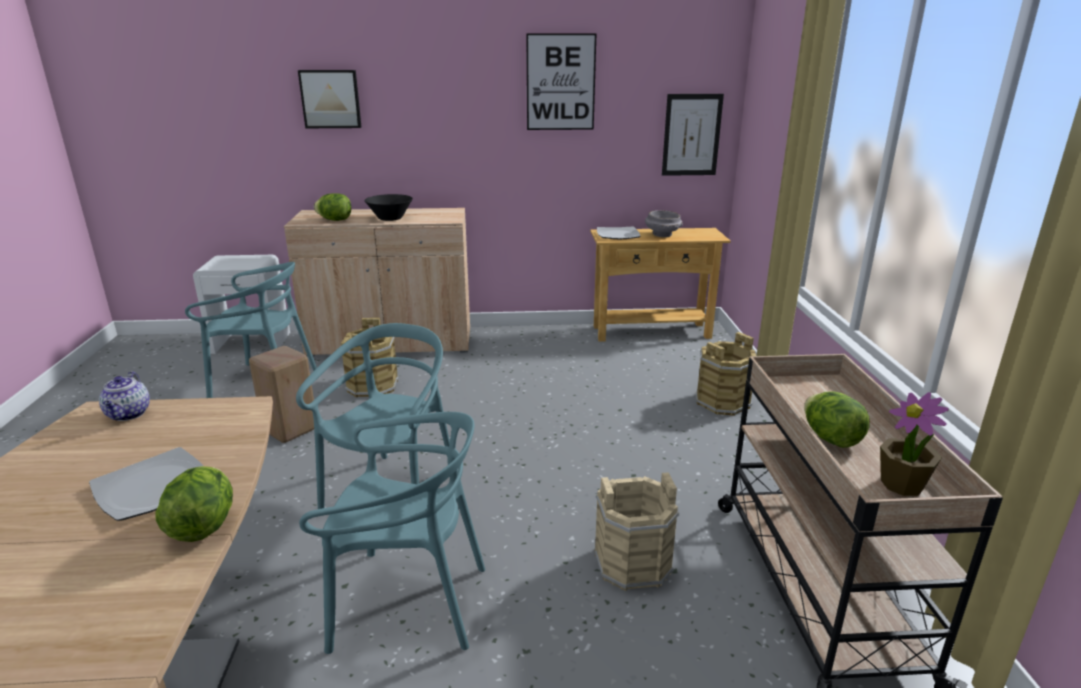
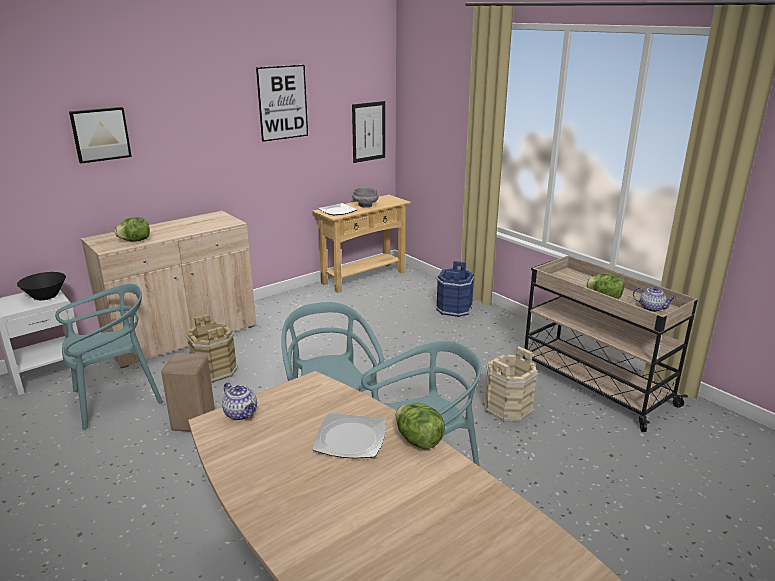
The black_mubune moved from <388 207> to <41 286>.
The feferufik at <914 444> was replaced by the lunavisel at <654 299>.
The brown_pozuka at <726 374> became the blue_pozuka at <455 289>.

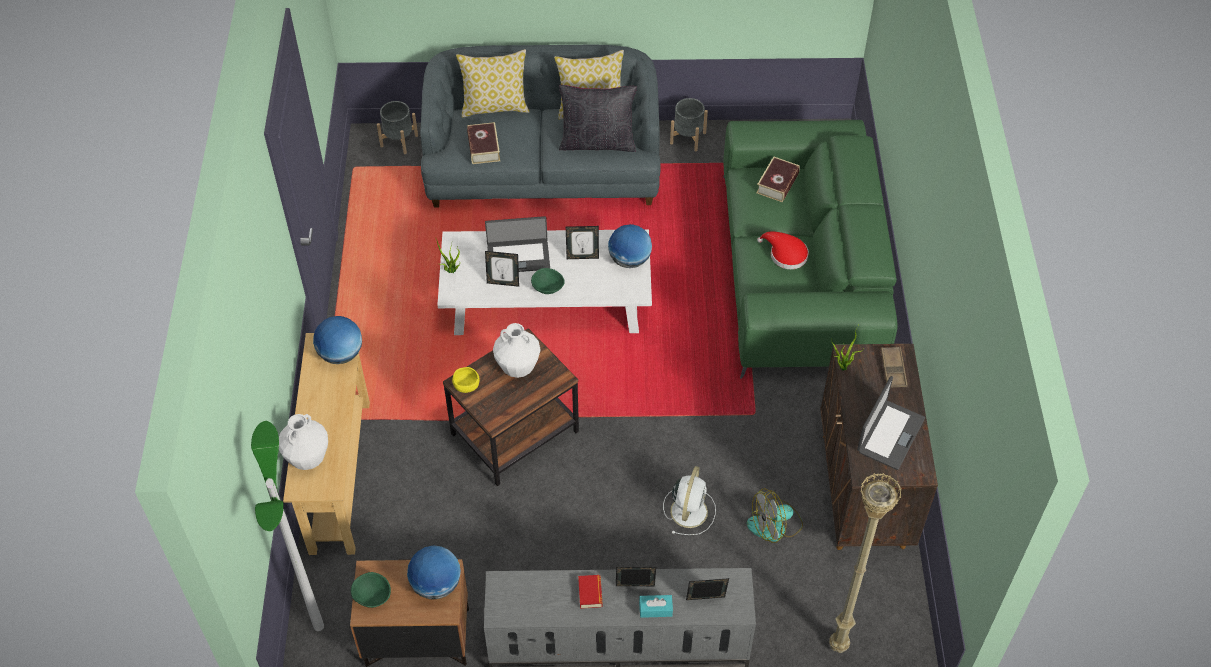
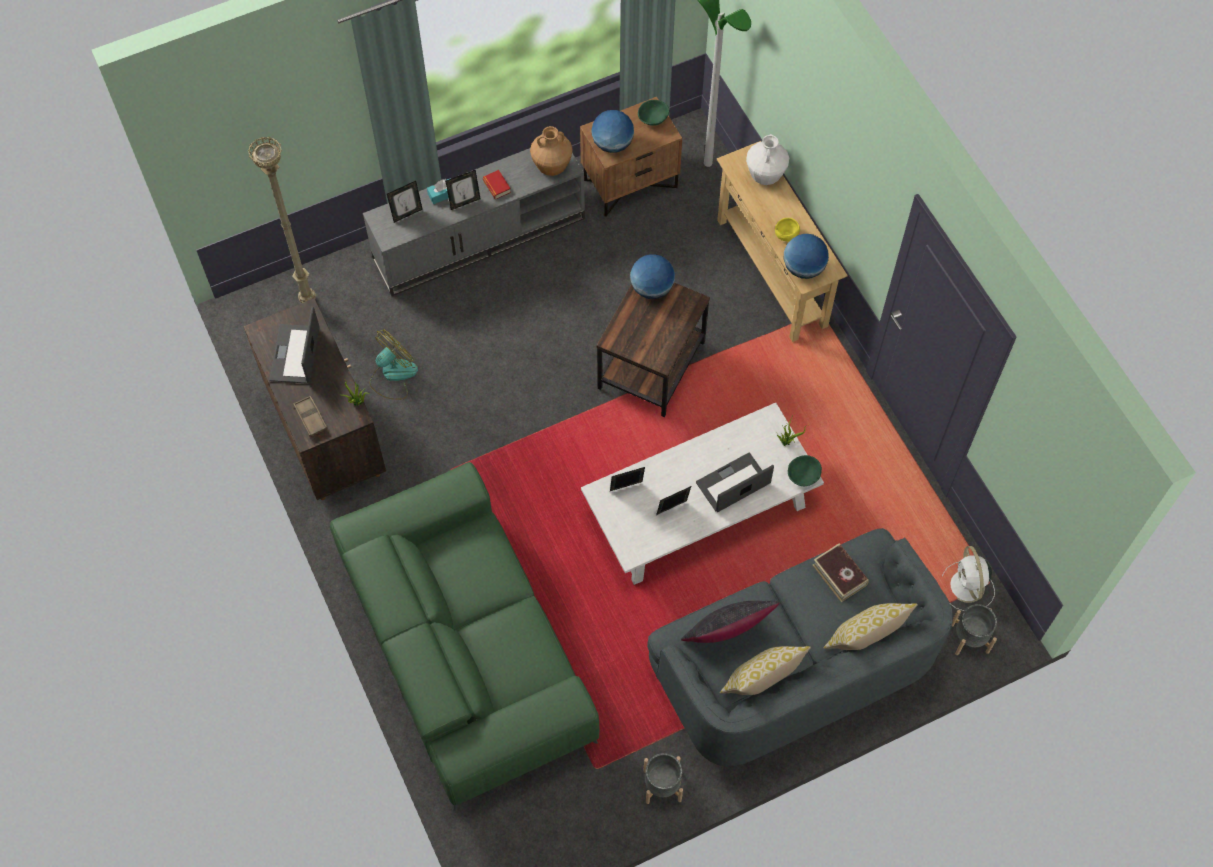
The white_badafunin at <516 350> disappeared.
The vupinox at <778 179> disappeared.
The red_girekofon at <783 250> disappeared.
The brown_badafunin at <551 151> appeared.
The yellow_mubune moved from <466 380> to <787 230>.
The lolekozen moved from <502 269> to <627 479>.
The green_mubune moved from <548 281> to <805 470>.
The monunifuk moved from <630 246> to <652 277>.
The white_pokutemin moved from <689 500> to <968 578>.

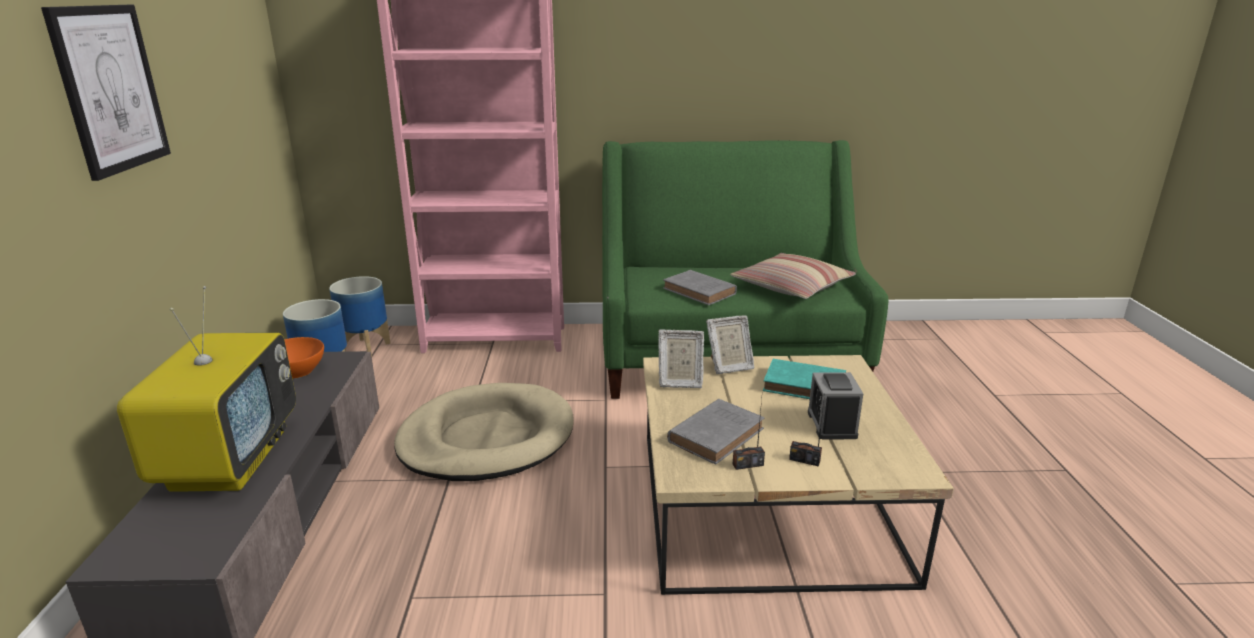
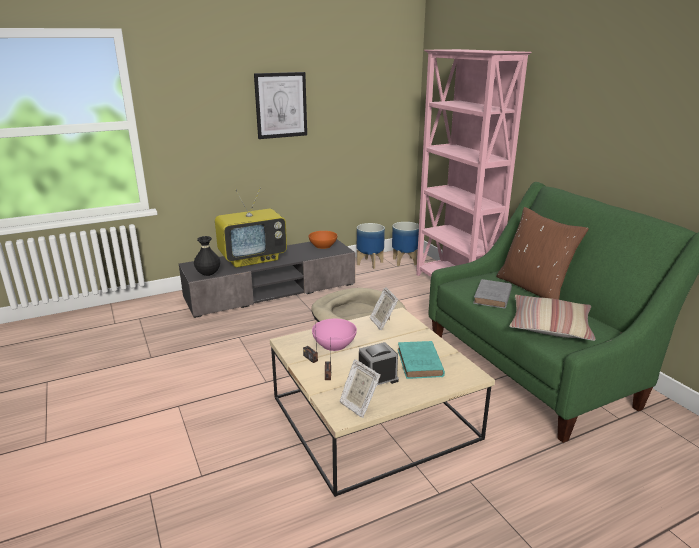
The black_badafunin at <207 256> appeared.
The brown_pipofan at <542 253> appeared.
The lolekozen moved from <730 344> to <360 388>.
The grey_vupinox at <715 431> was replaced by the pink_mubune at <334 335>.

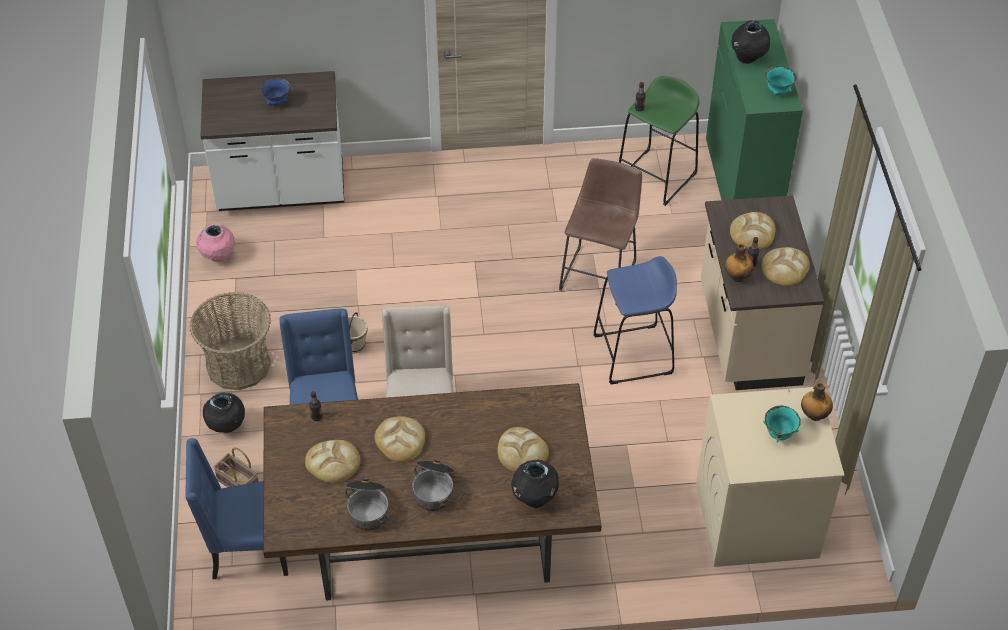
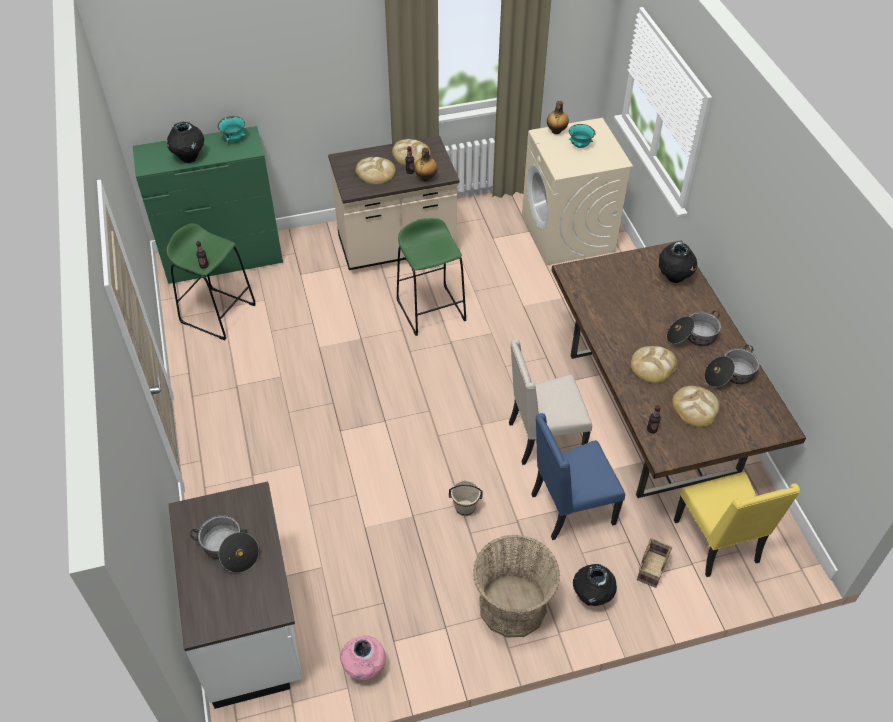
The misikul at <523 449> disappeared.
The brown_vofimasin at <600 231> disappeared.
The blue_mubune at <275 92> was replaced by the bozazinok at <224 544>.
The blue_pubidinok at <236 508> became the yellow_pubidinok at <737 524>.
The blue_vofimasin at <635 320> became the green_vofimasin at <431 277>.

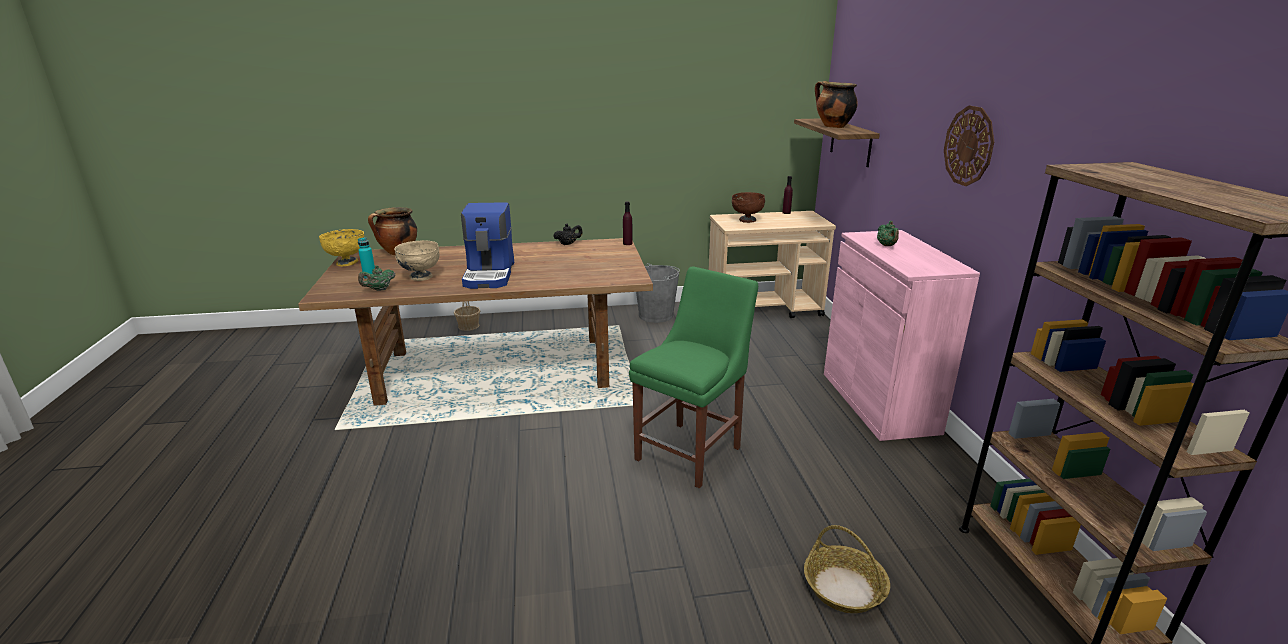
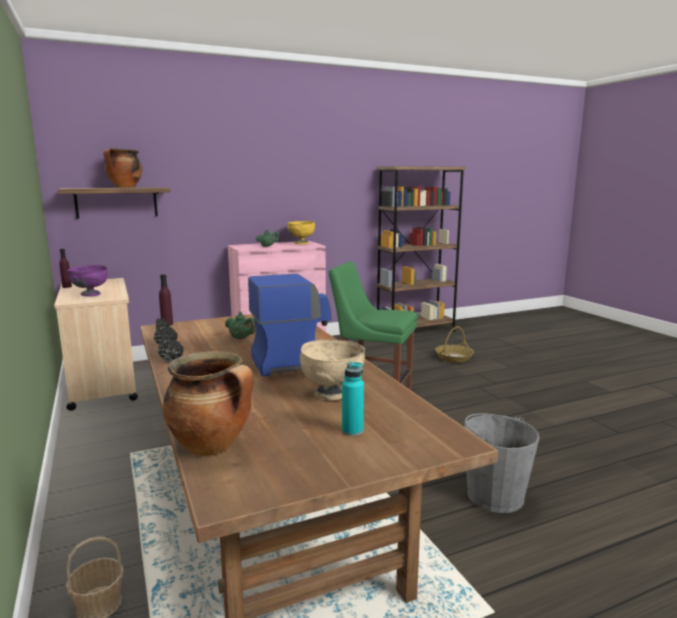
The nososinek at <969 145> disappeared.
The black_lunavisel at <170 346> appeared.
The yellow_mubune moved from <341 247> to <301 233>.
The green_lunavisel moved from <377 278> to <240 325>.
The grey_pozuka moved from <658 293> to <501 463>.
The brown_mubune at <748 207> became the purple_mubune at <88 281>.

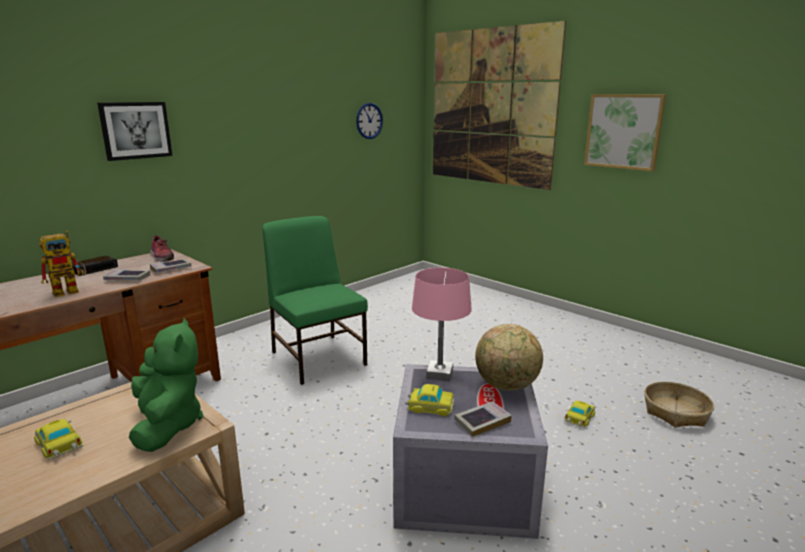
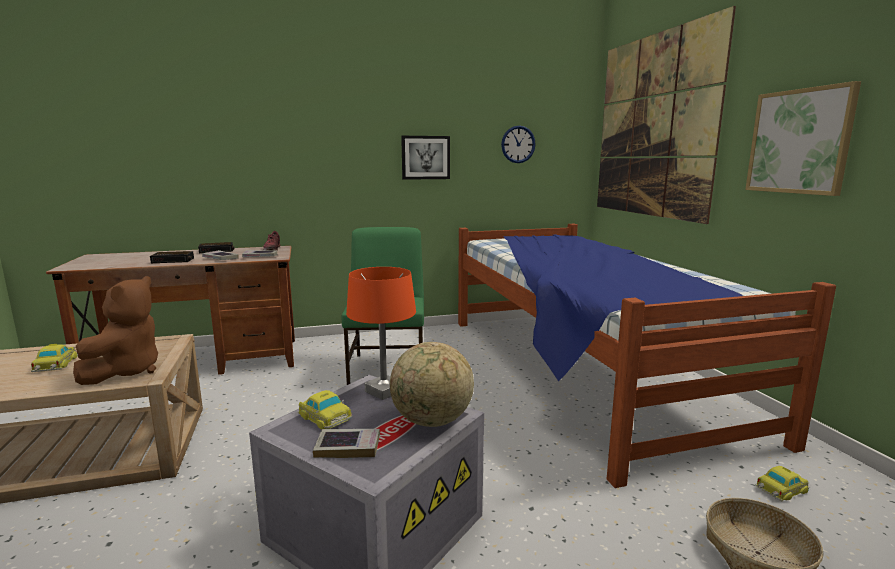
The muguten at <647 356> appeared.
The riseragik moved from <135 131> to <425 158>.
The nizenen moved from <579 414> to <782 483>.
The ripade at <62 264> was replaced by the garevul at <172 257>.
The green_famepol at <166 385> became the brown_famepol at <115 330>.
The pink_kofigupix at <442 324> became the orange_kofigupix at <381 333>.

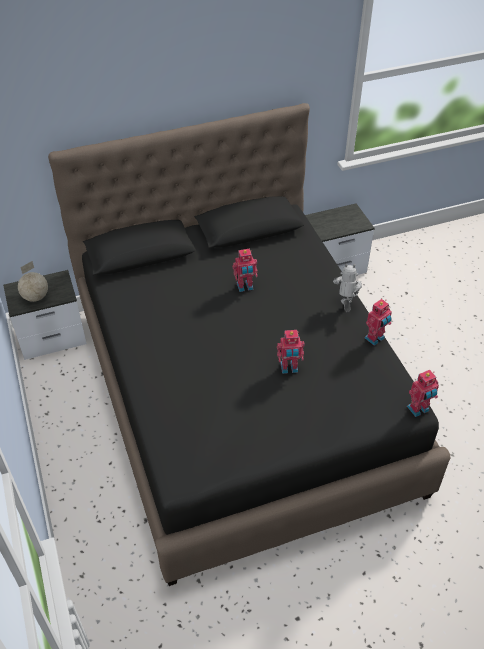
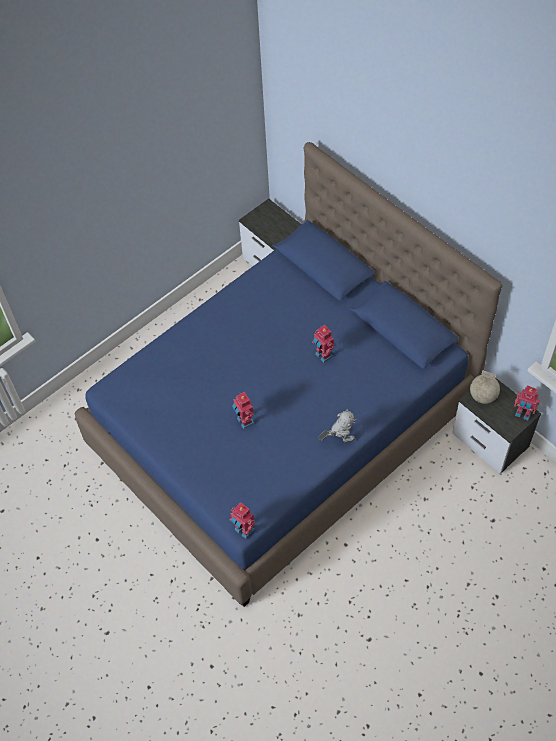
The monunifuk moved from <33 281> to <485 387>.
The ripade moved from <378 322> to <527 402>.
The black_muguten at <249 344> became the blue_muguten at <288 374>.

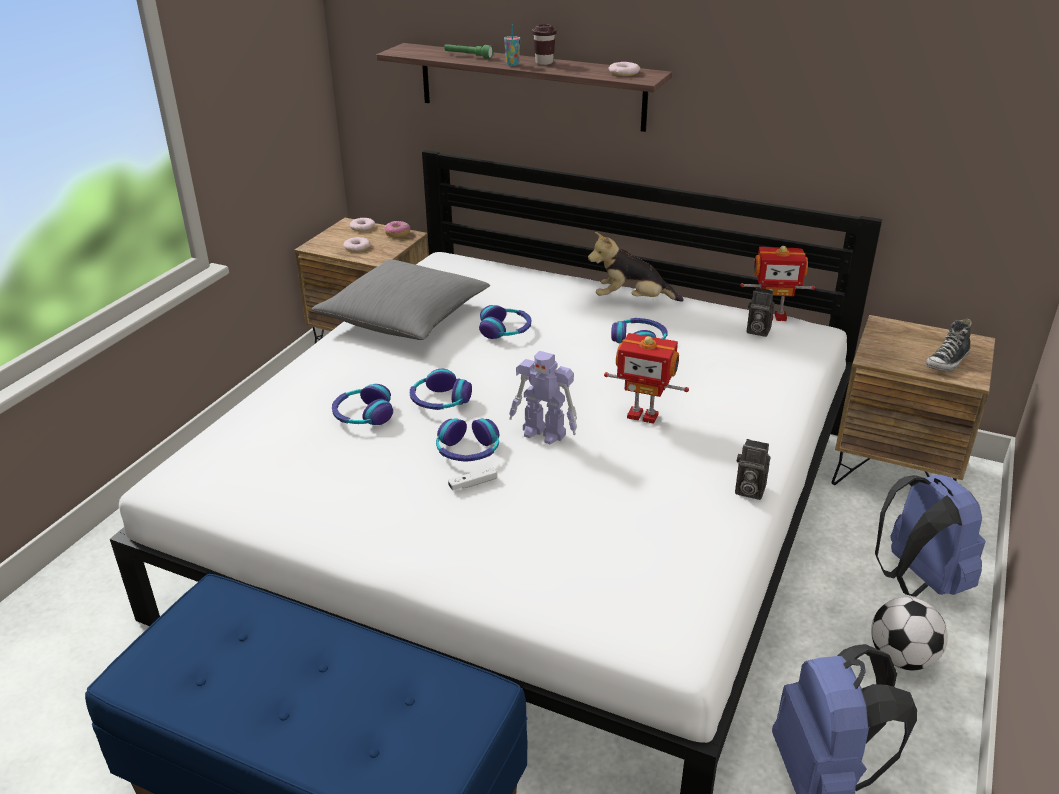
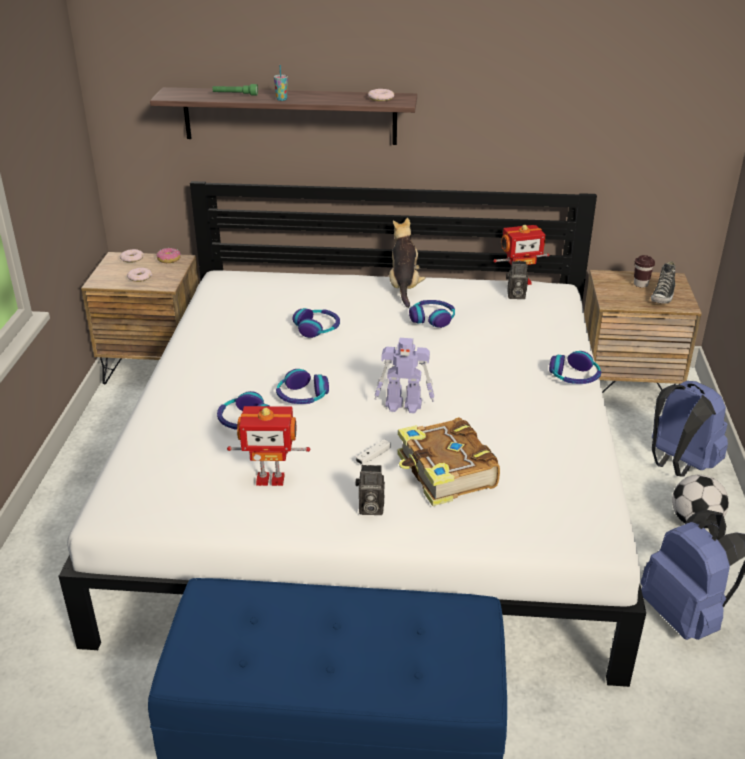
The grey_pipofan at <401 300> disappeared.
The vupinox at <448 461> appeared.
The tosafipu moved from <467 440> to <575 367>.
The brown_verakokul moved from <544 44> to <644 271>.
The ripade moved from <646 378> to <268 446>.
The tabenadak moved from <752 469> to <370 490>.
The famepol at <636 267> turned 105 degrees clockwise.

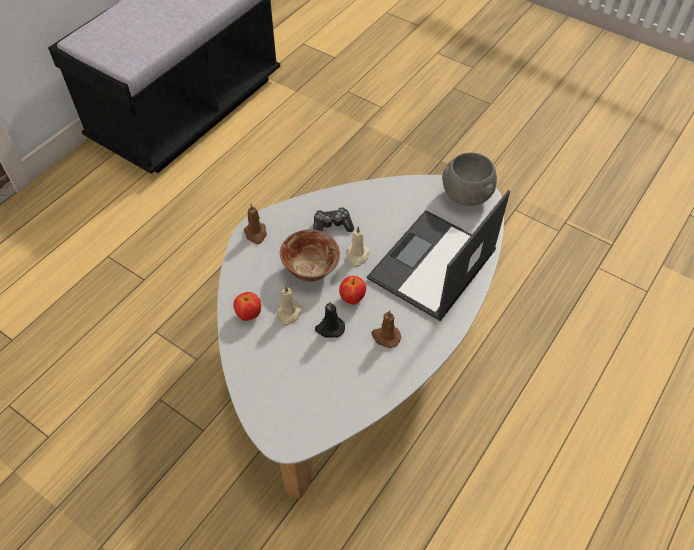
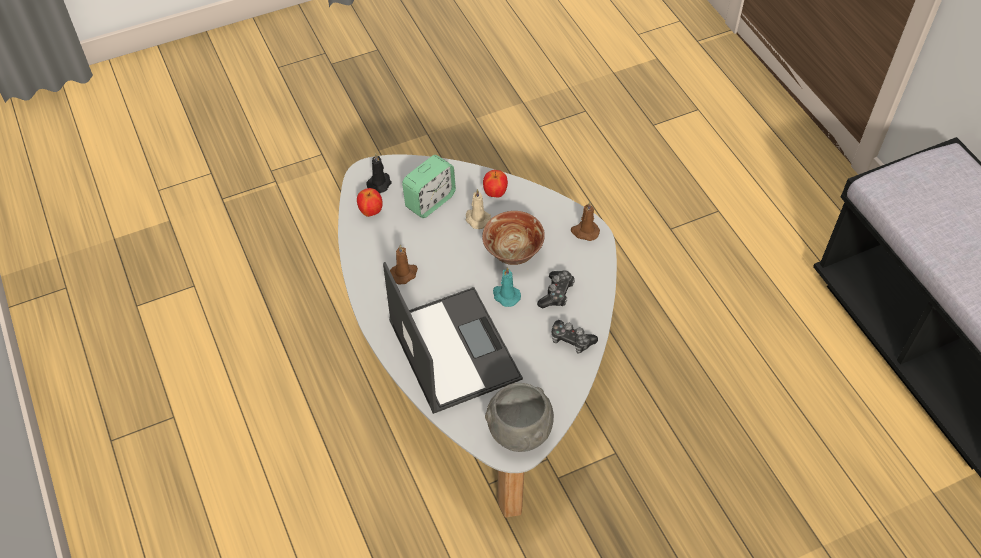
The garevul at <429 186> appeared.
The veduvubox at <575 337> appeared.
The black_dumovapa moved from <330 319> to <379 173>.
The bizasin moved from <352 290> to <370 202>.
The beige_dumovapa at <358 246> became the turquoise_dumovapa at <507 287>.

